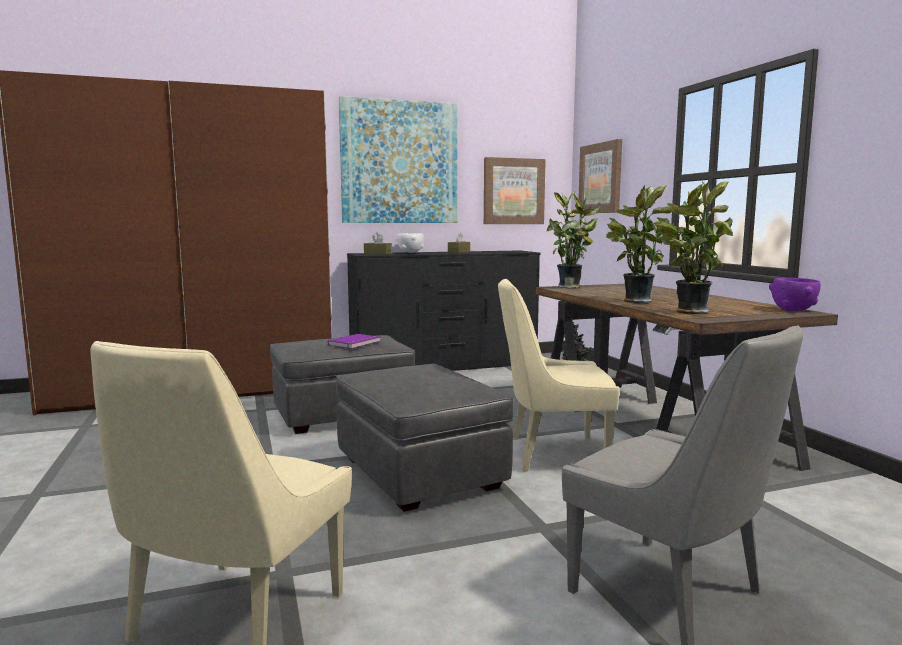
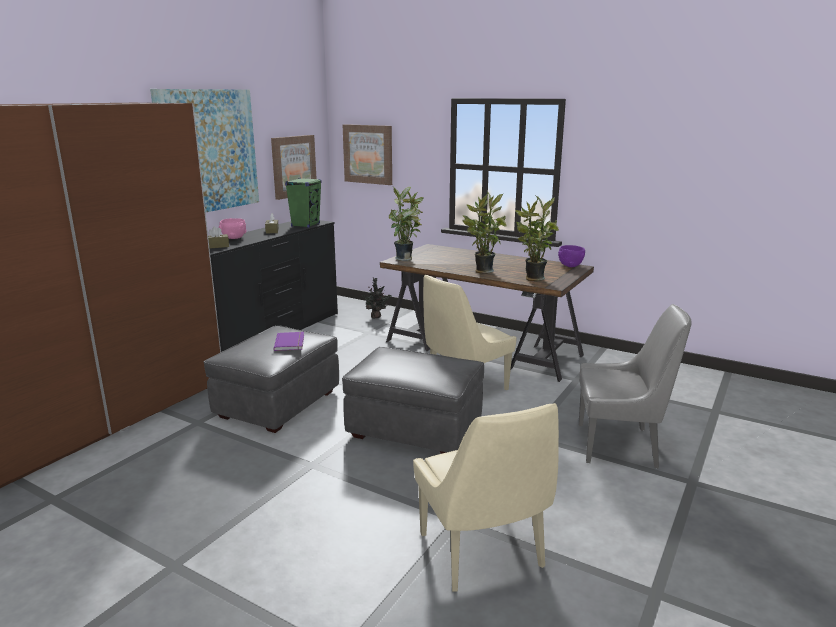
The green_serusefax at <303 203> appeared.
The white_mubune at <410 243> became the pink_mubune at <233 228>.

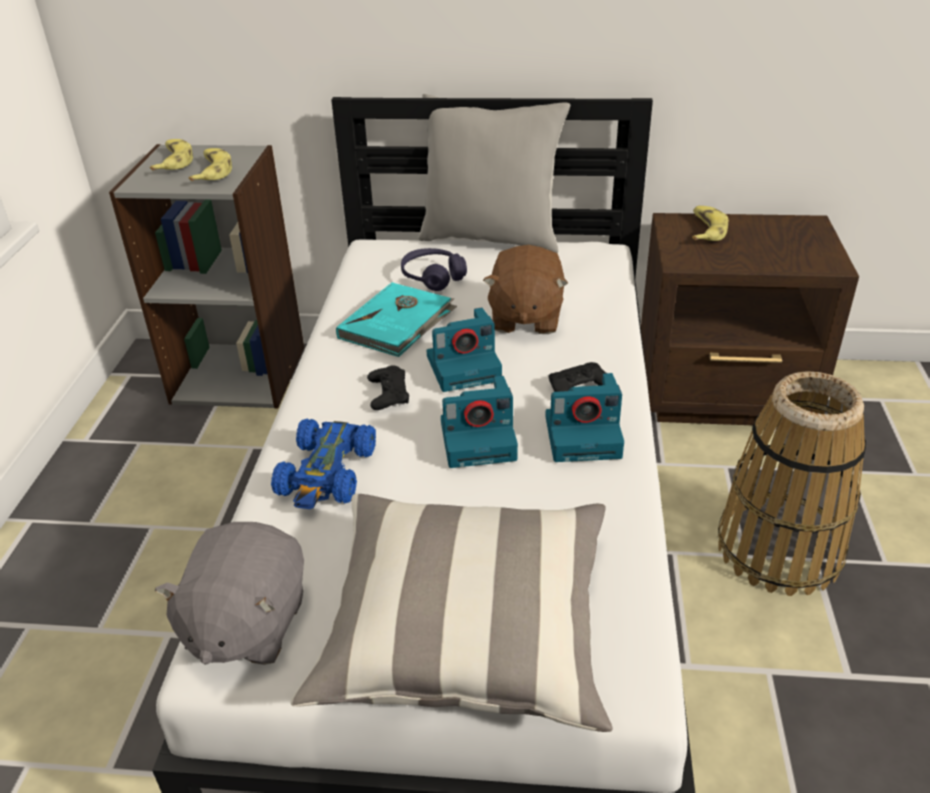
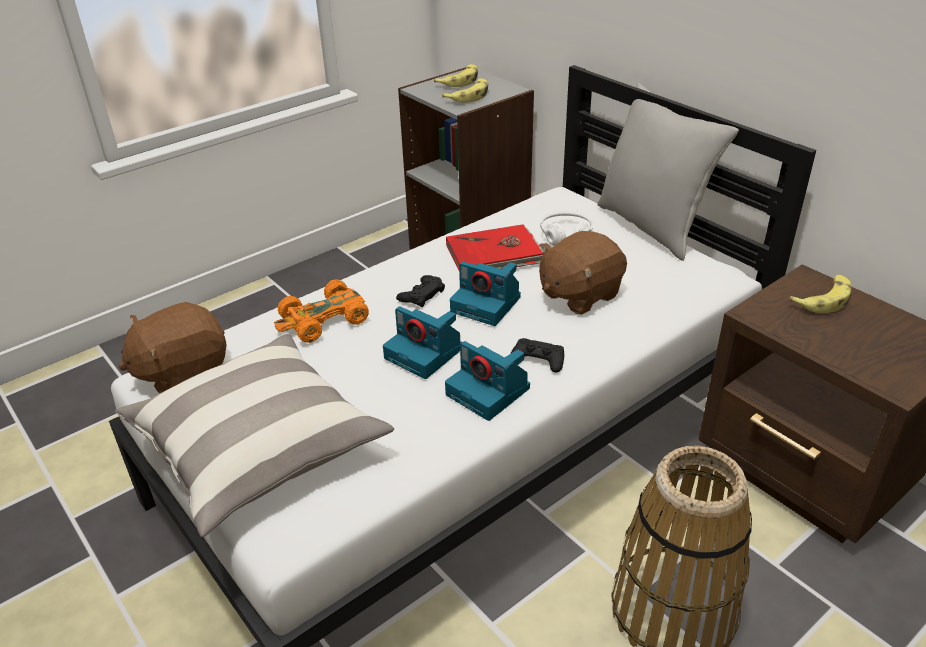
The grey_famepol at <229 593> became the brown_famepol at <173 347>.
The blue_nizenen at <323 464> became the orange_nizenen at <321 311>.
The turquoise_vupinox at <396 319> became the red_vupinox at <494 247>.
The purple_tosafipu at <434 269> became the white_tosafipu at <566 227>.

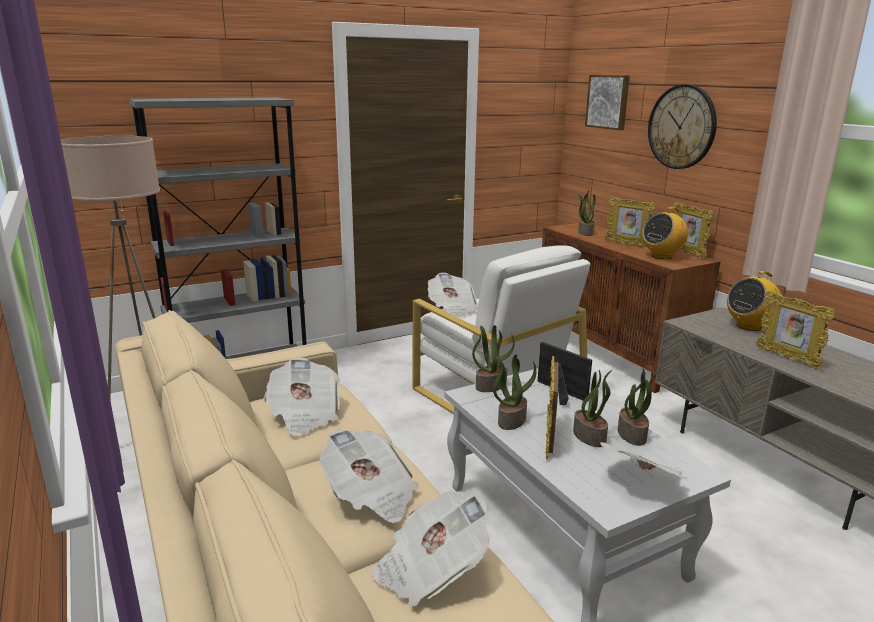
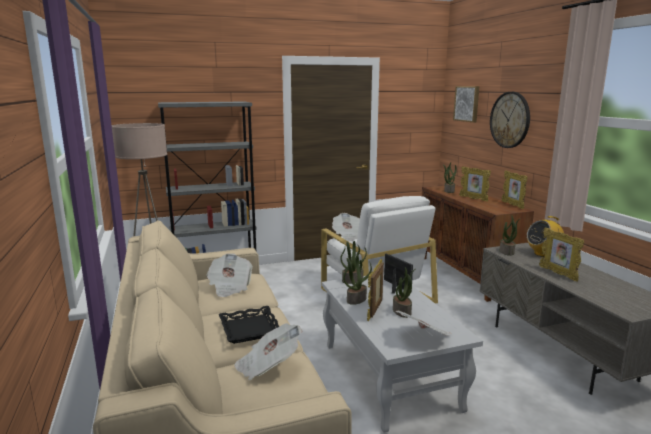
The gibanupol at <665 233> disappeared.
The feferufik moved from <639 407> to <510 236>.
The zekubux at <369 476> was replaced by the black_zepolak at <249 325>.

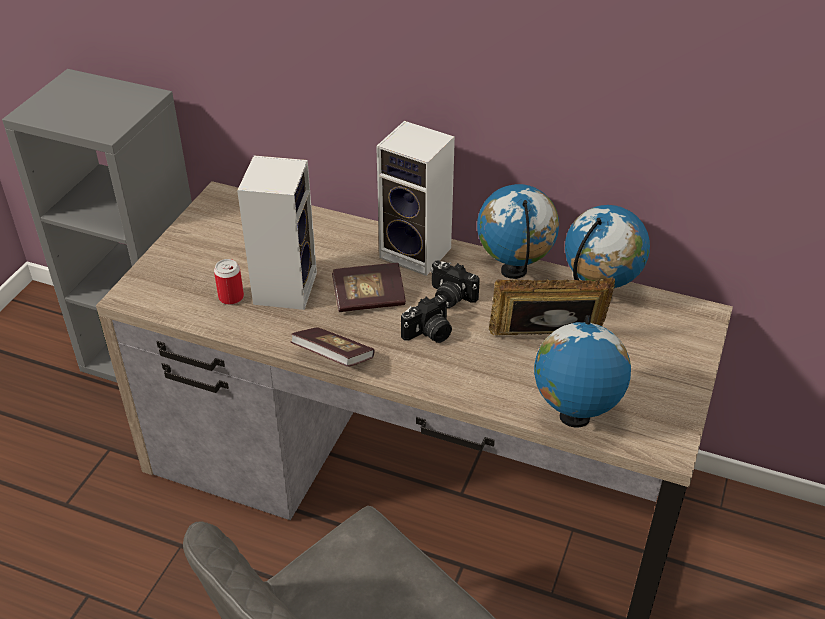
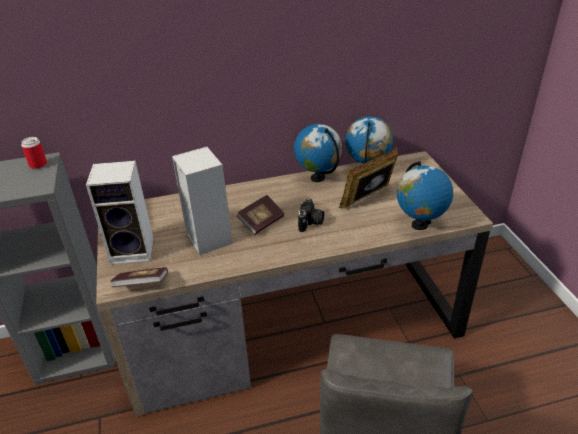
The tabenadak at <455 284> disappeared.
The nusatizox moved from <229 282> to <34 153>.
The vupinox moved from <332 347> to <139 277>.
The serusefax moved from <415 198> to <120 213>.

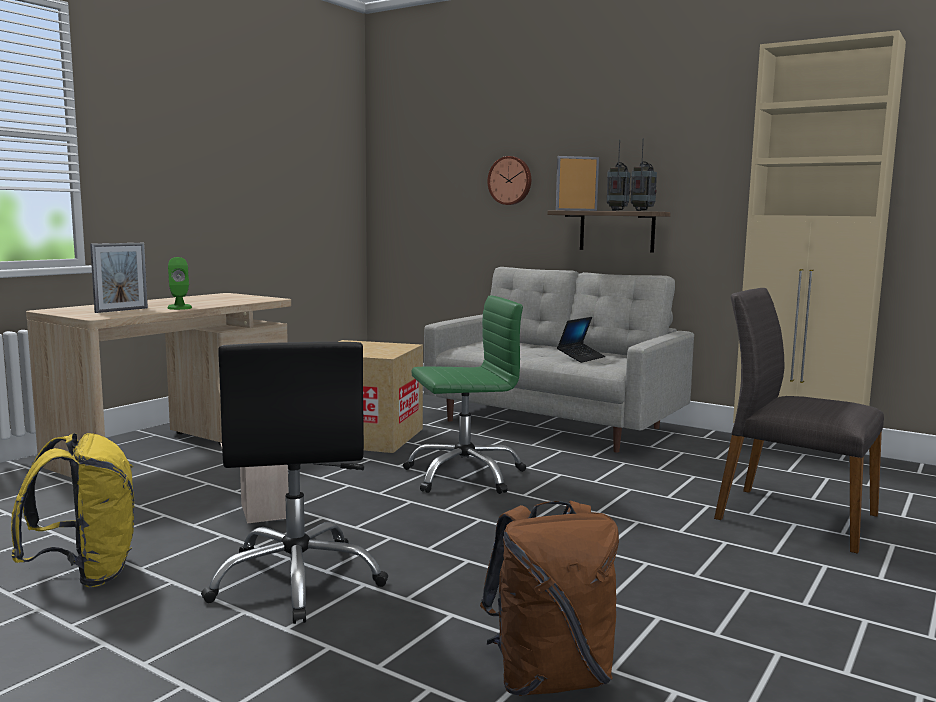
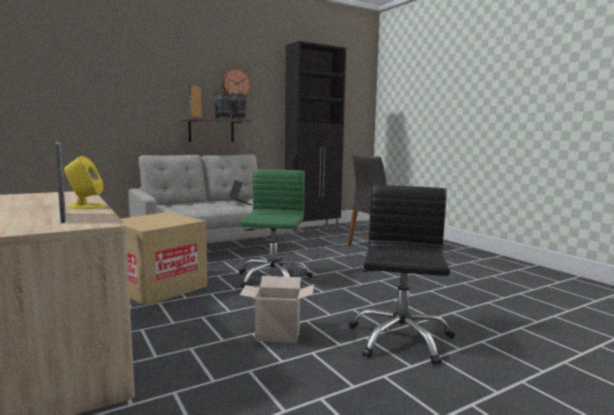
The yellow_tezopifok at <72 510> disappeared.
The brown_tezopifok at <549 598> disappeared.
The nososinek moved from <509 180> to <236 82>.
The green_serusefax at <180 283> became the yellow_serusefax at <84 182>.
The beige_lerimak at <819 248> became the black_lerimak at <315 137>.
The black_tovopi at <294 483> turned 90 degrees counterclockwise.

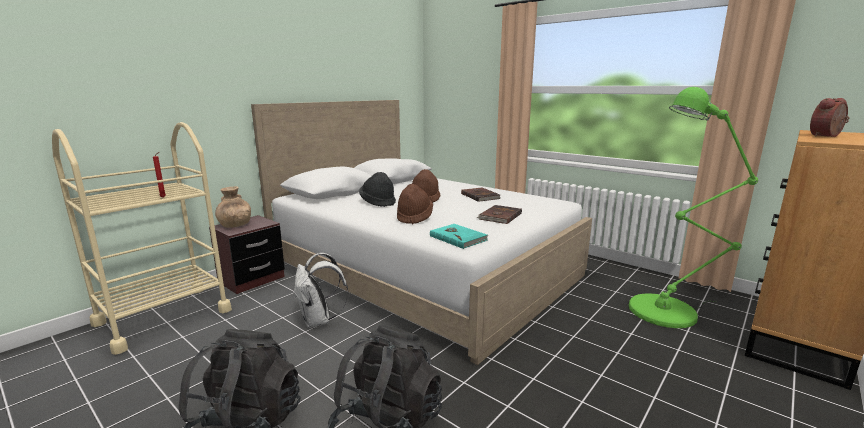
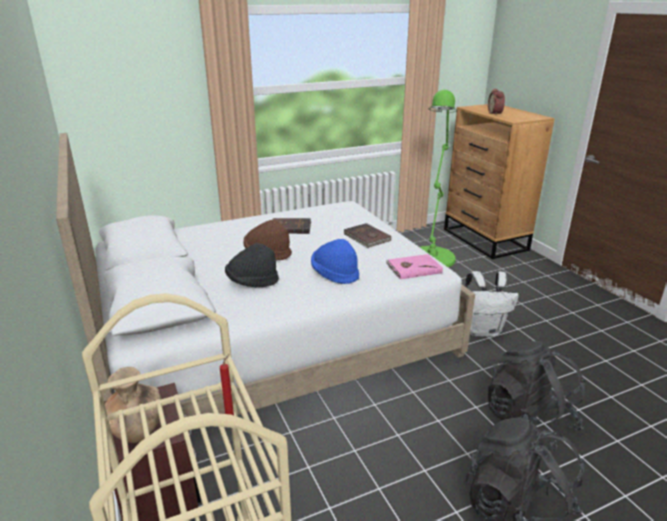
The white_tezopifok moved from <321 290> to <492 304>.
The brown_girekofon at <415 204> became the blue_girekofon at <335 261>.
The turquoise_vupinox at <459 236> became the pink_vupinox at <414 266>.

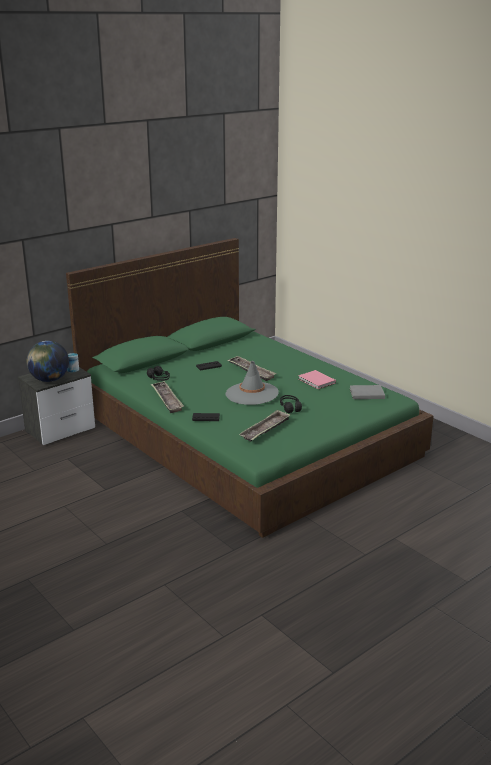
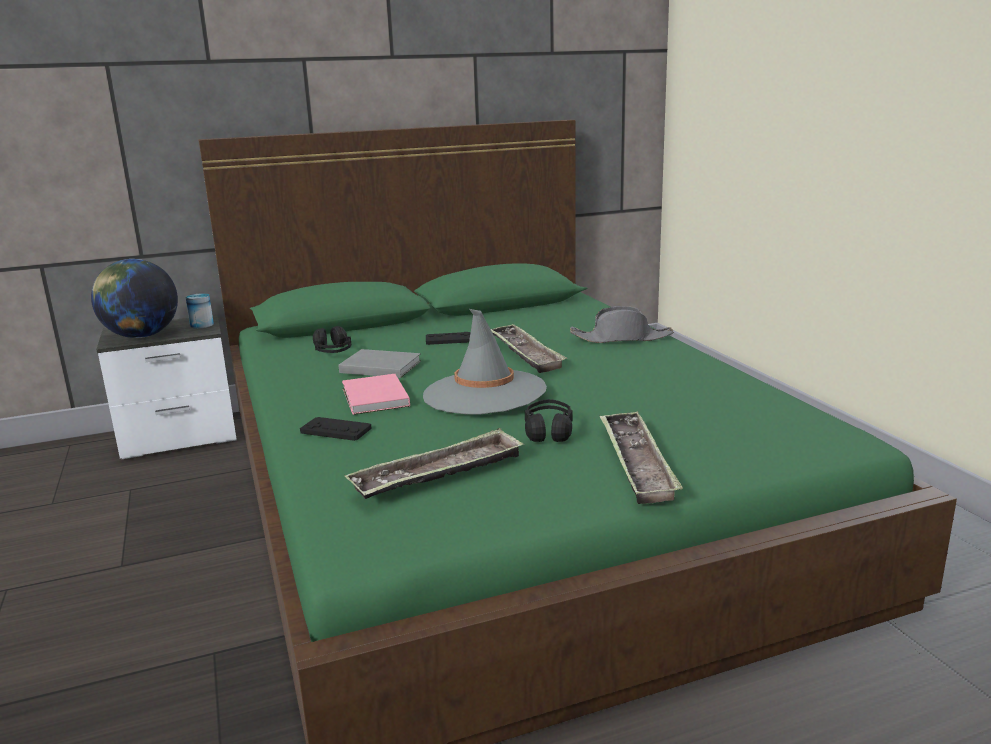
The grey_girekofon at <622 324> appeared.
The zepolak moved from <167 397> to <641 457>.
The pink_vupinox moved from <317 379> to <376 394>.
The grey_vupinox moved from <367 392> to <379 363>.

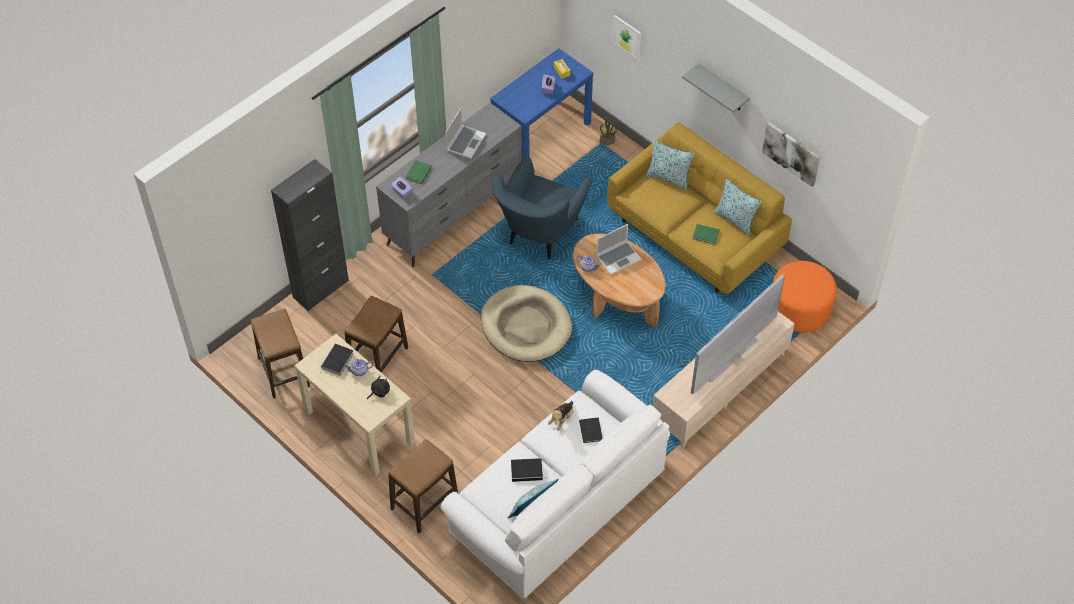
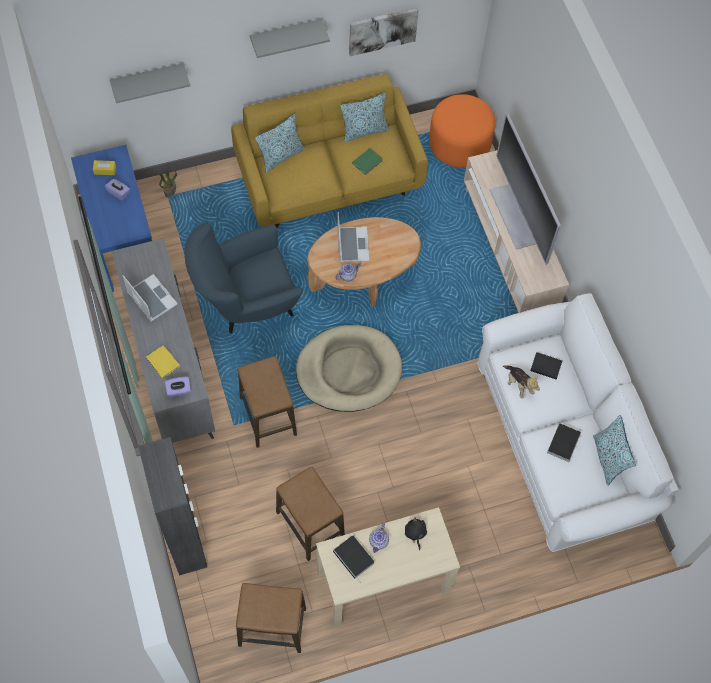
The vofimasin moved from <423 486> to <267 402>.
The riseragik at <626 37> was replaced by the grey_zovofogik at <150 83>.
The green_vupinox at <419 172> became the yellow_vupinox at <163 362>.
The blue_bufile at <542 207> turned 105 degrees clockwise.

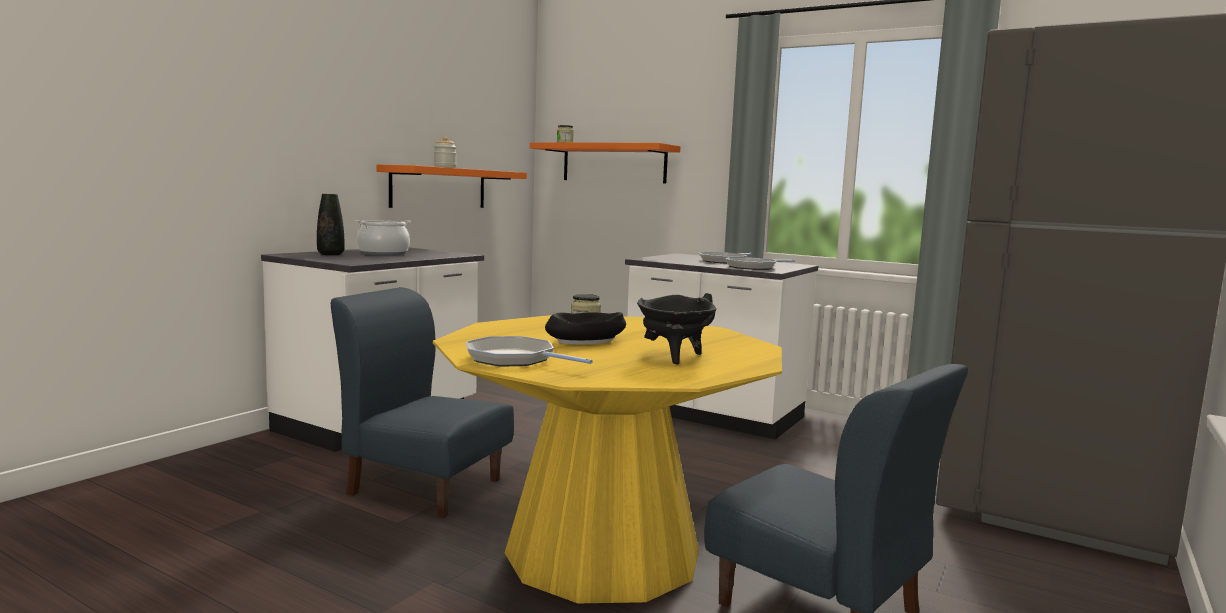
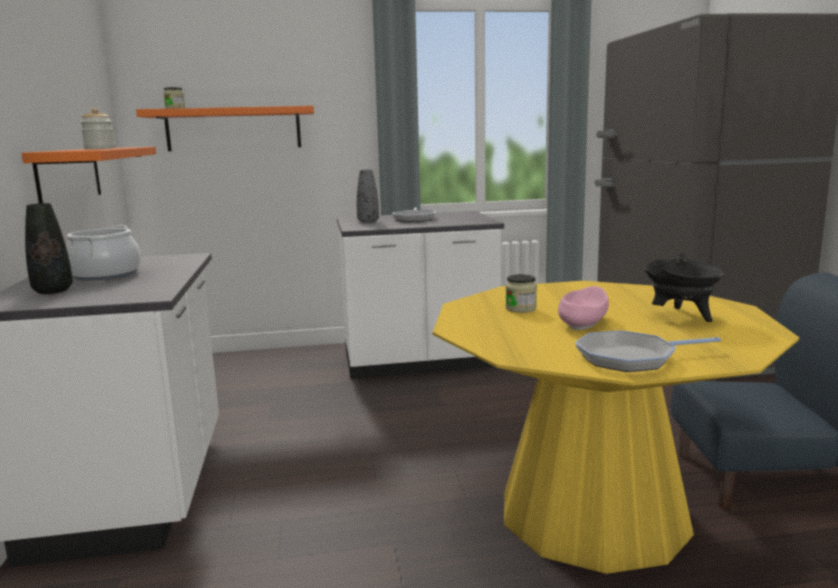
The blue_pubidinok at <422 402> disappeared.
The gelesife at <761 263> disappeared.
The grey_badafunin at <368 196> appeared.
The black_mubune at <585 328> became the pink_mubune at <583 308>.

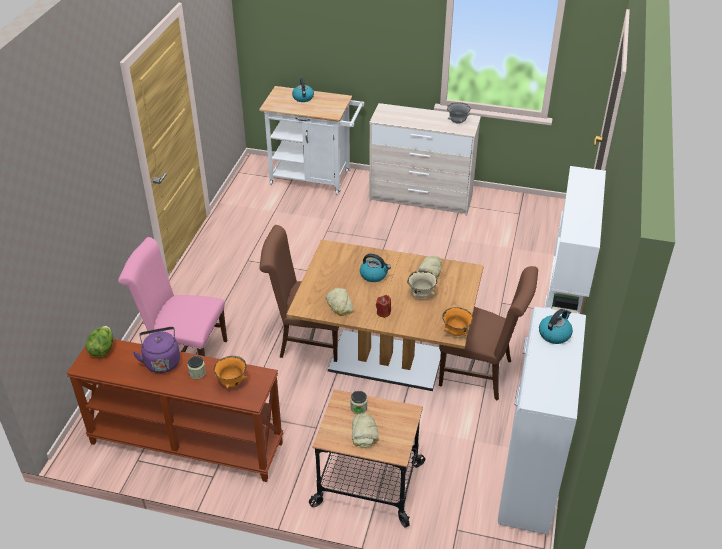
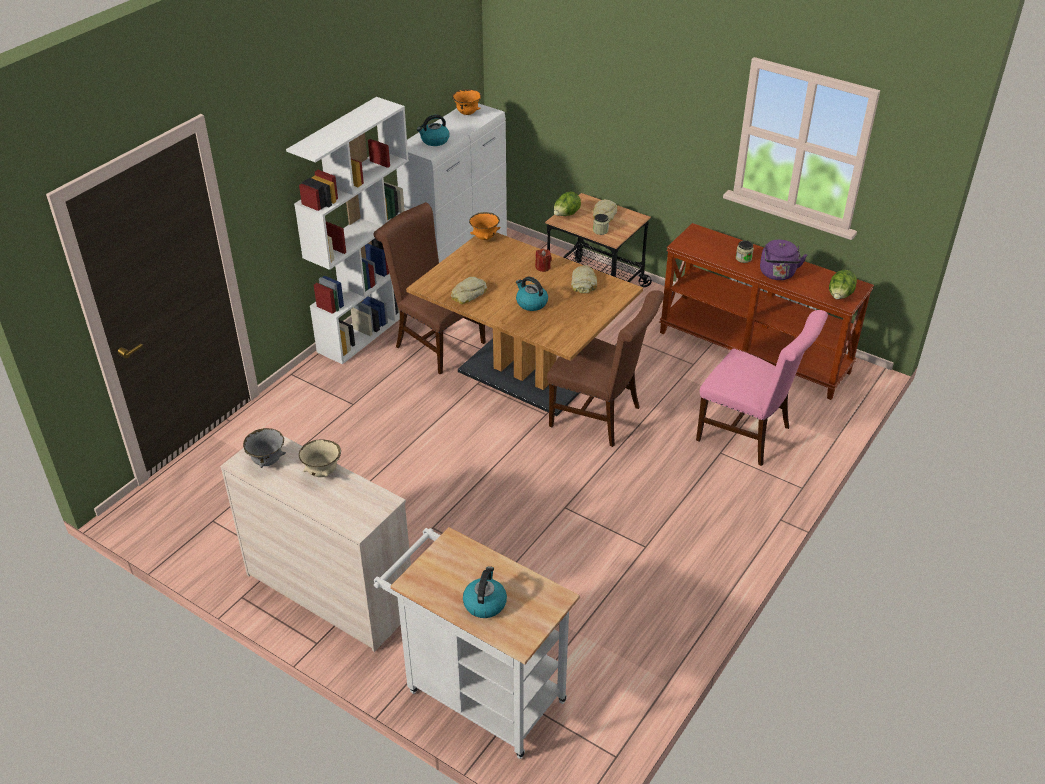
The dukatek at <567 204> appeared.
The orange_mubune moved from <230 372> to <466 102>.
The beige_mubune moved from <422 284> to <320 458>.

